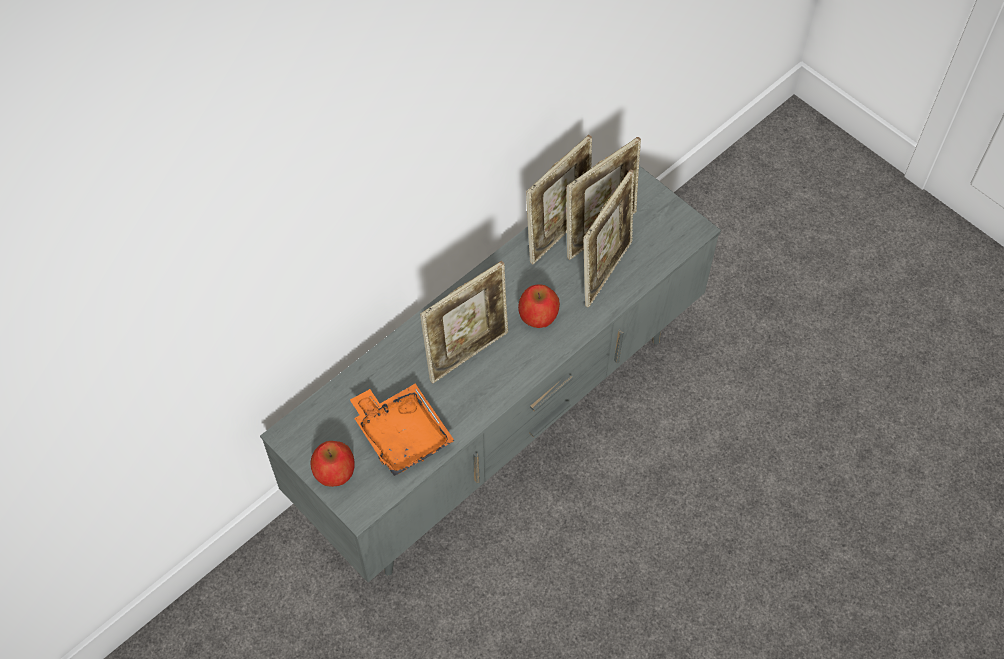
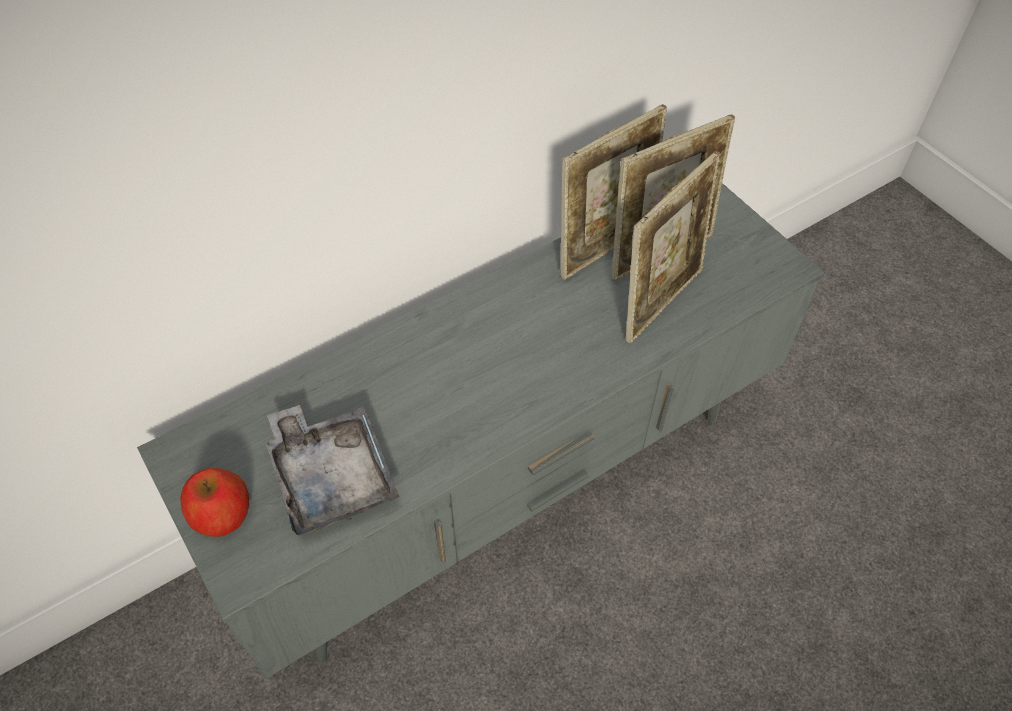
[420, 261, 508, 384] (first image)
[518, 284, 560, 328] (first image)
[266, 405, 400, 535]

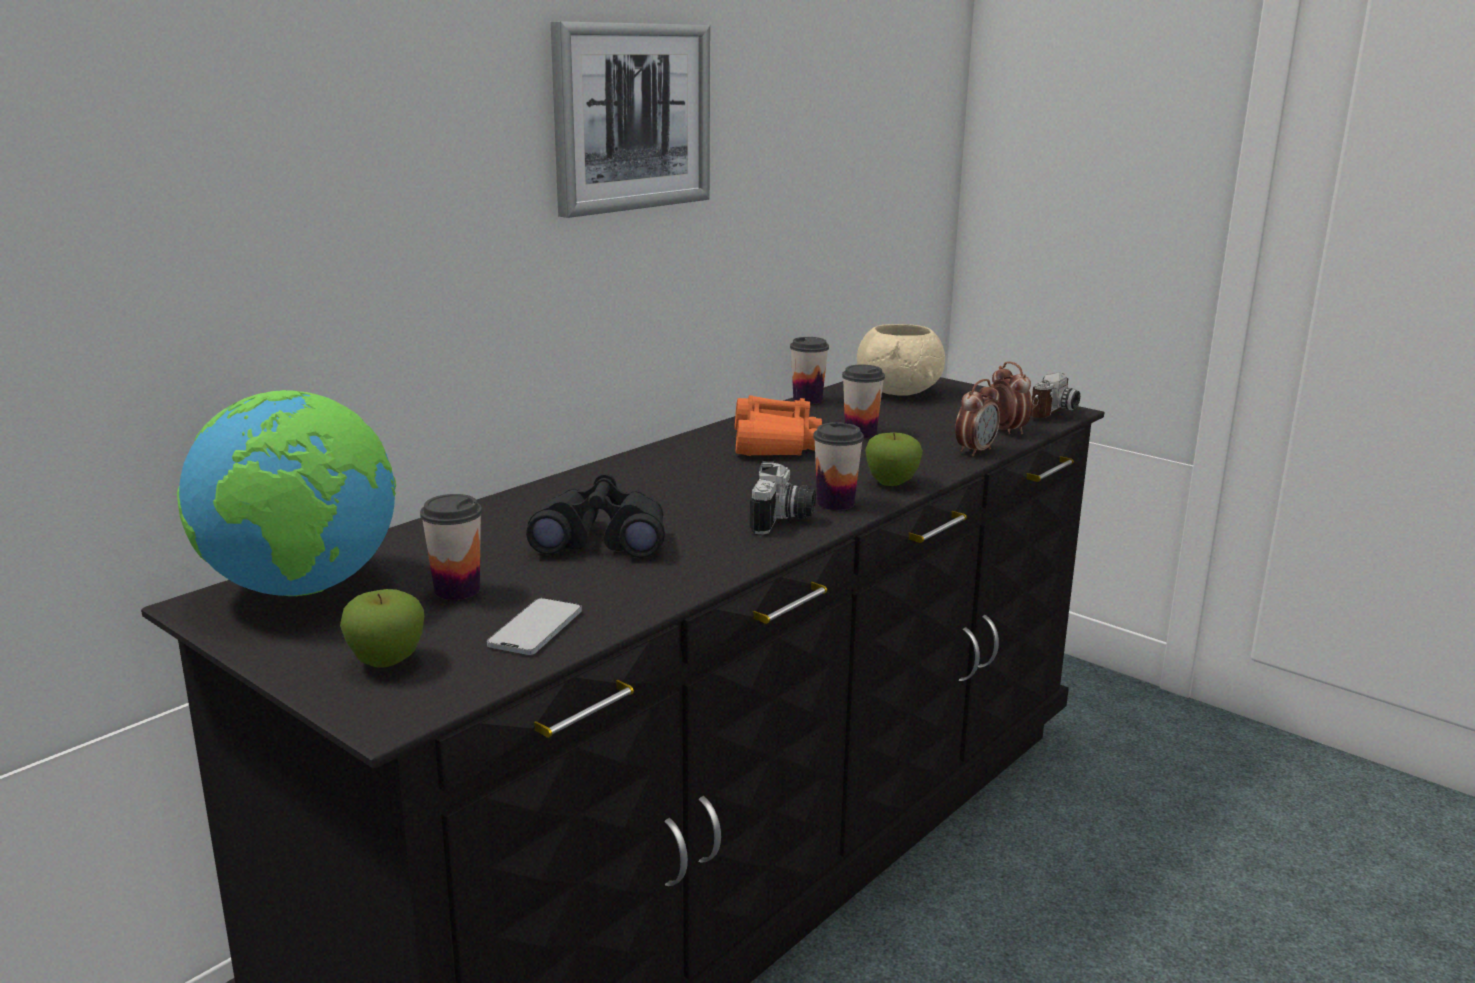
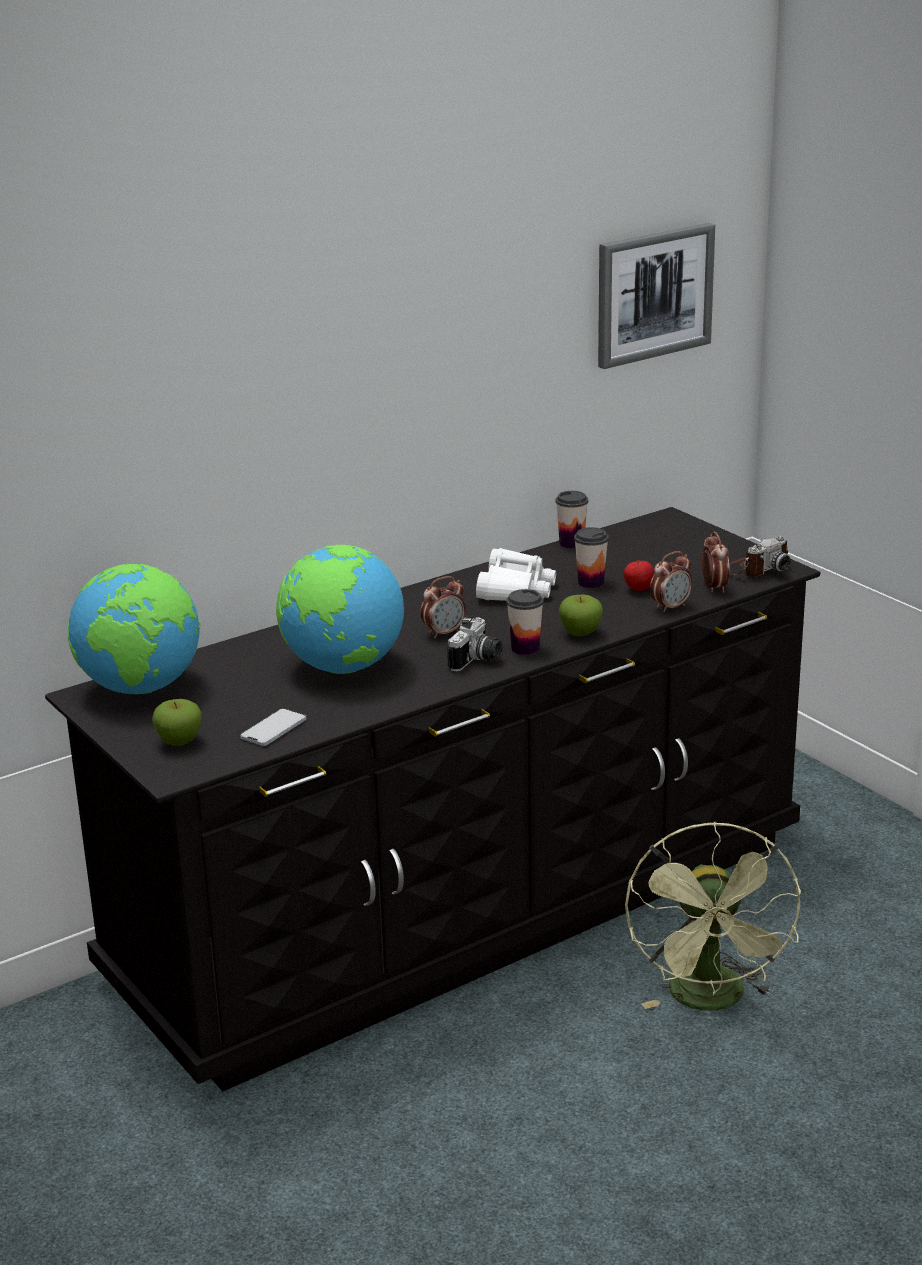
[598, 223, 715, 369]
[857, 324, 945, 396] (first image)
[476, 548, 556, 601]
[276, 545, 404, 674]
[420, 494, 482, 600] (first image)
[624, 560, 654, 591]
[420, 576, 466, 639]
[625, 822, 801, 1011]

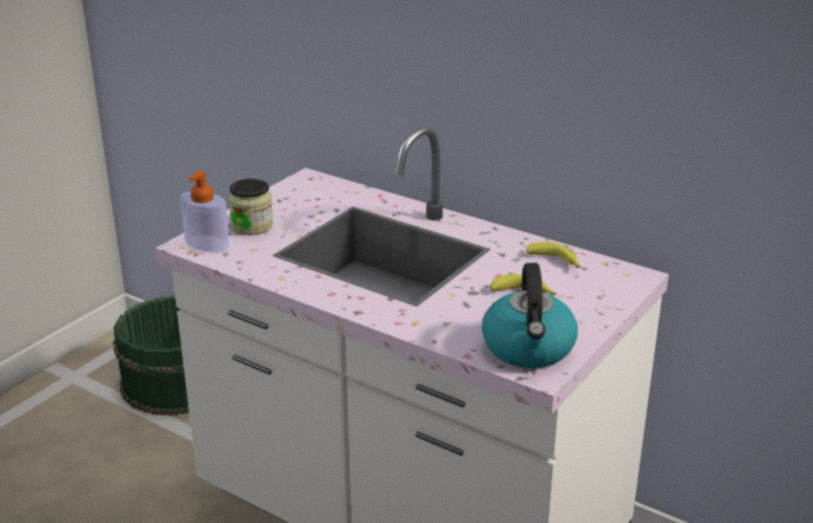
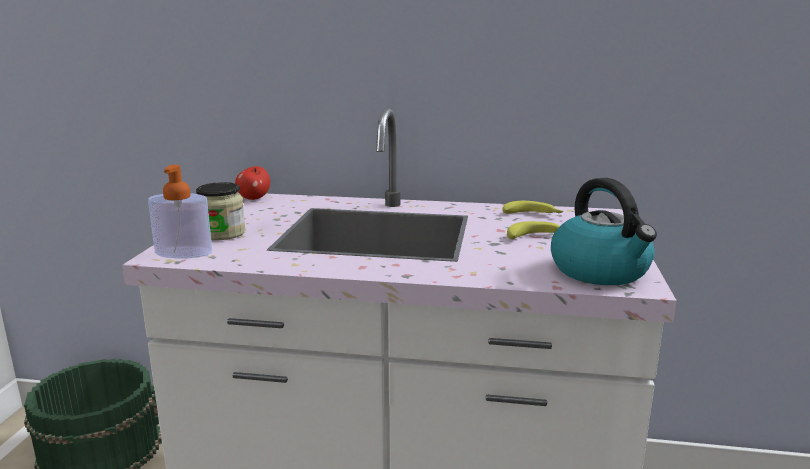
[235, 166, 270, 200]

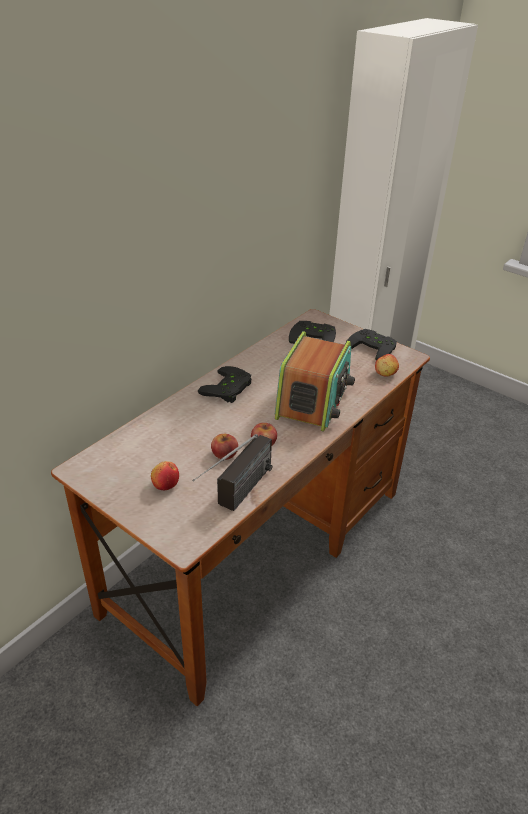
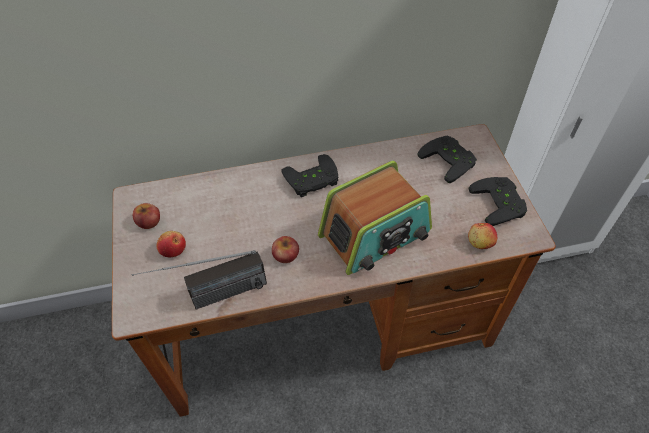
[133, 203, 160, 229]

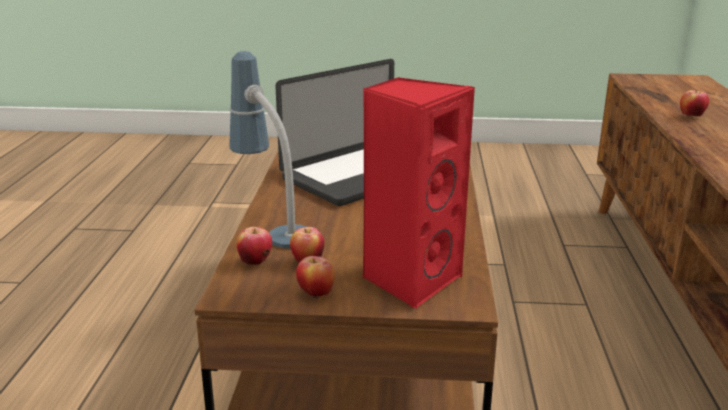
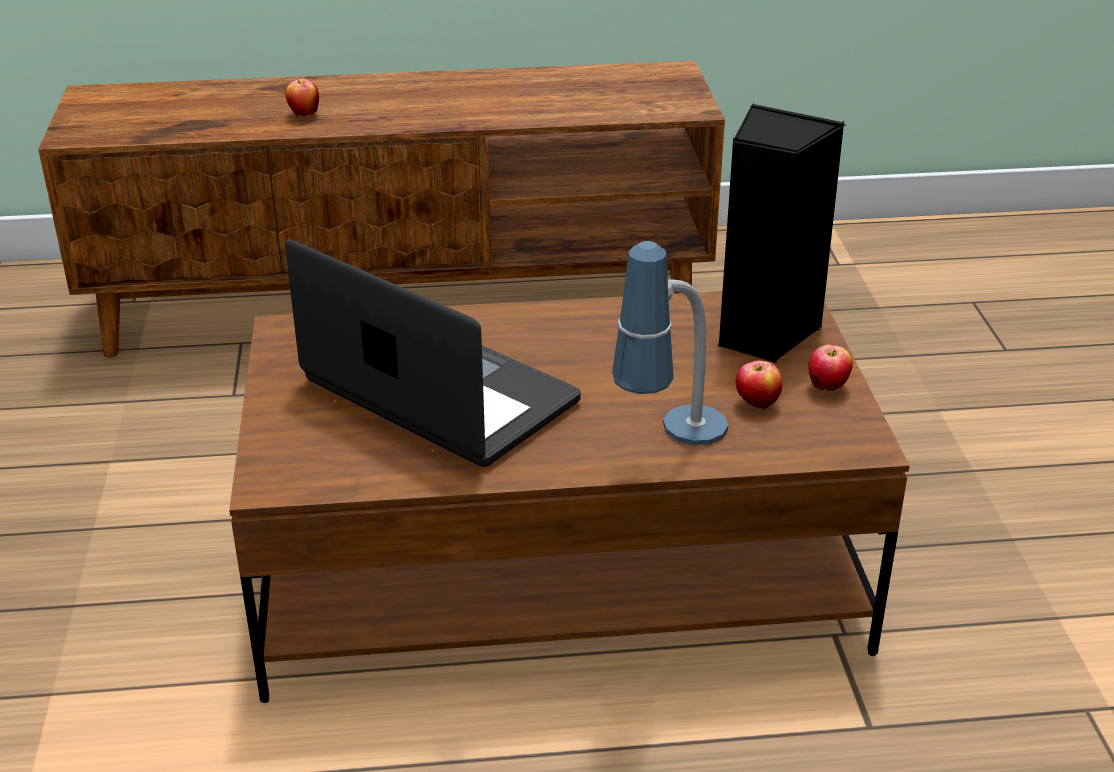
[718, 104, 846, 363]
[237, 227, 272, 265] (first image)

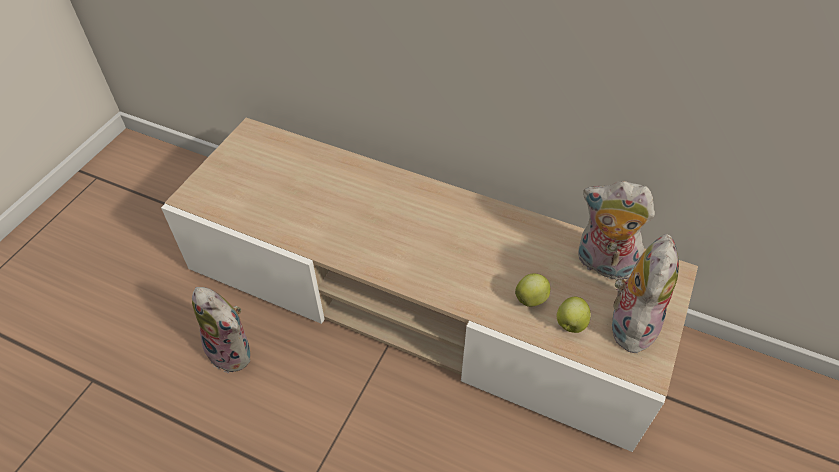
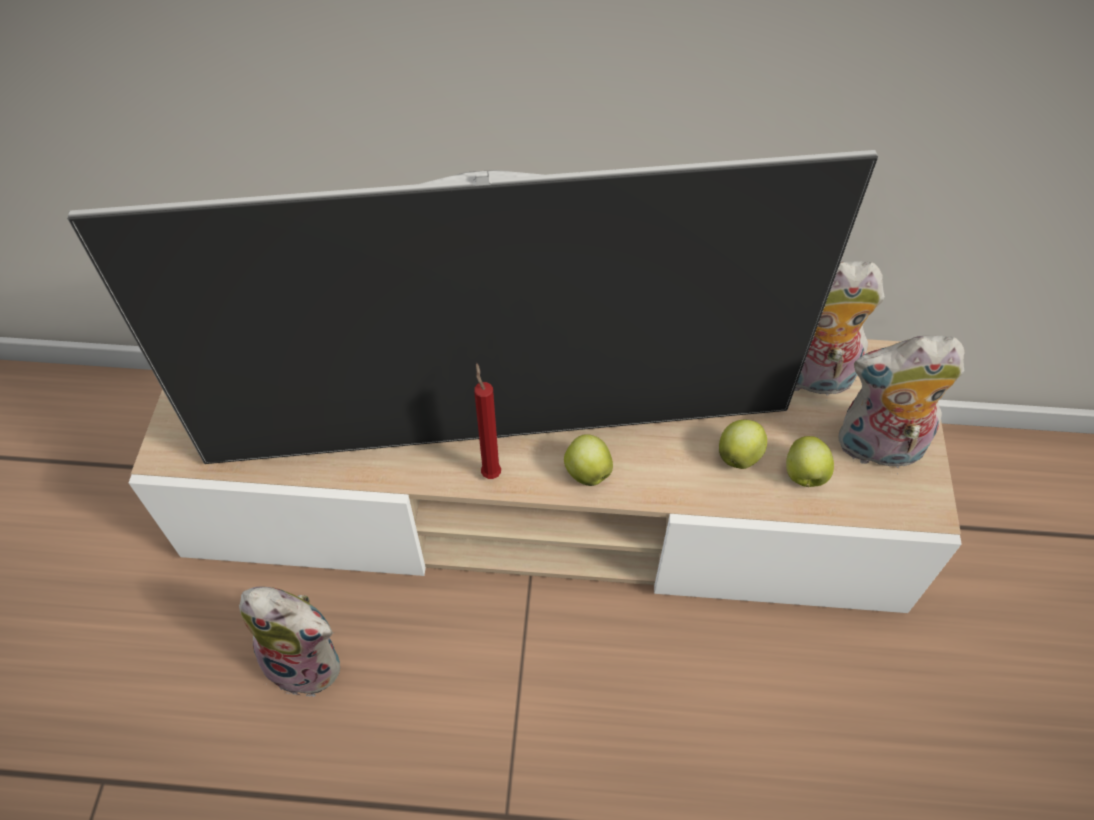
[839, 335, 965, 474]
[67, 150, 878, 464]
[474, 363, 501, 479]
[564, 434, 613, 486]

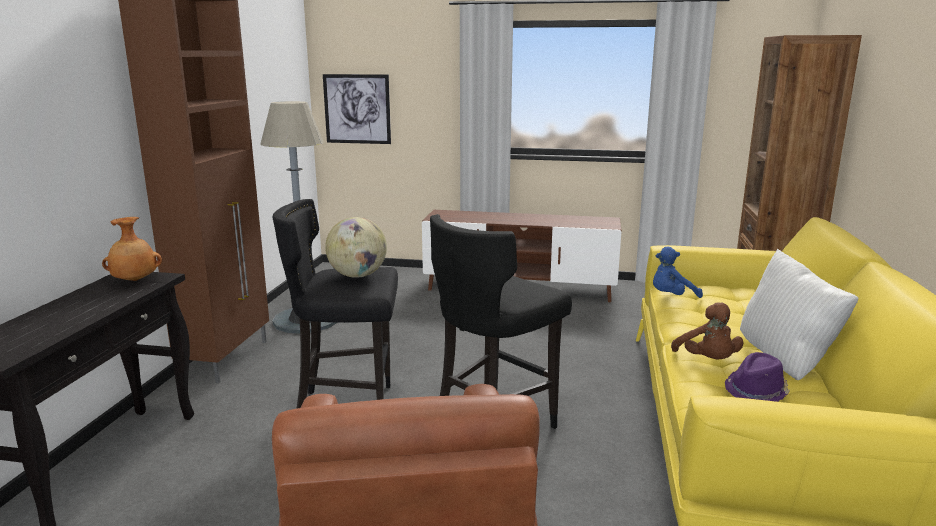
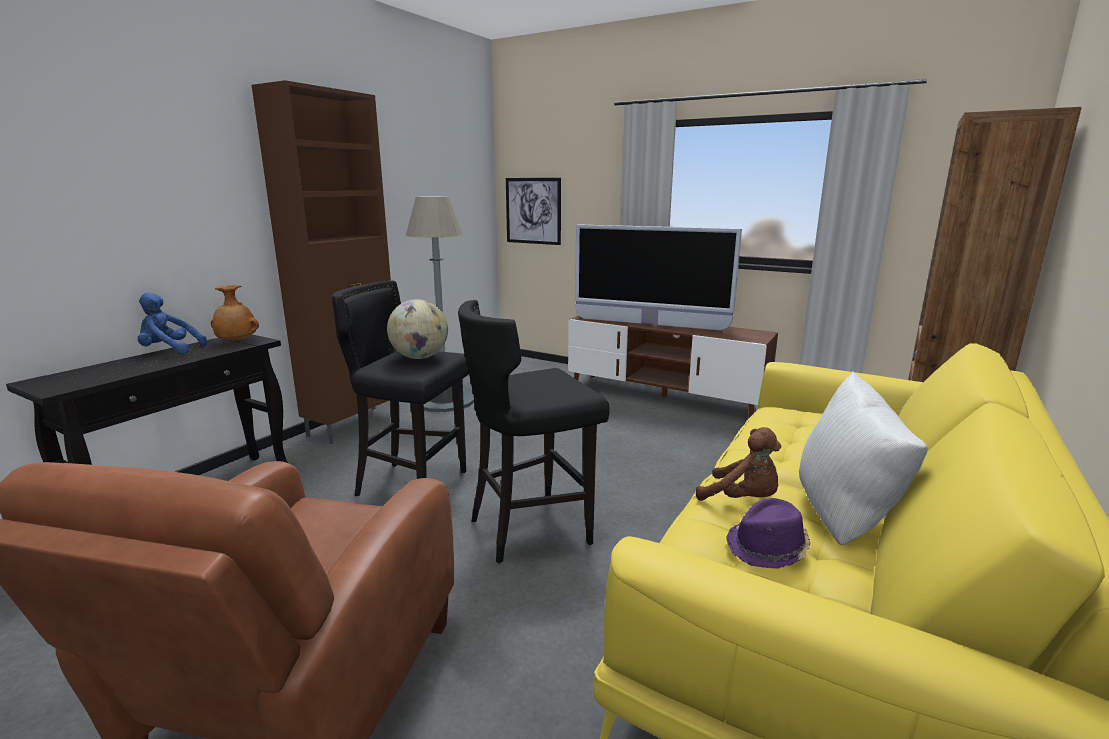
[138, 293, 207, 354]
[696, 427, 781, 501]
[575, 224, 742, 331]

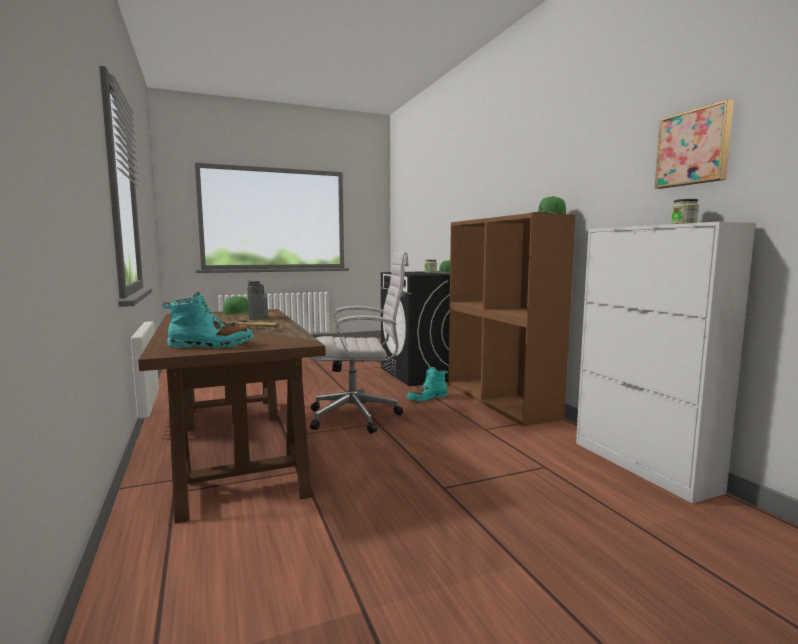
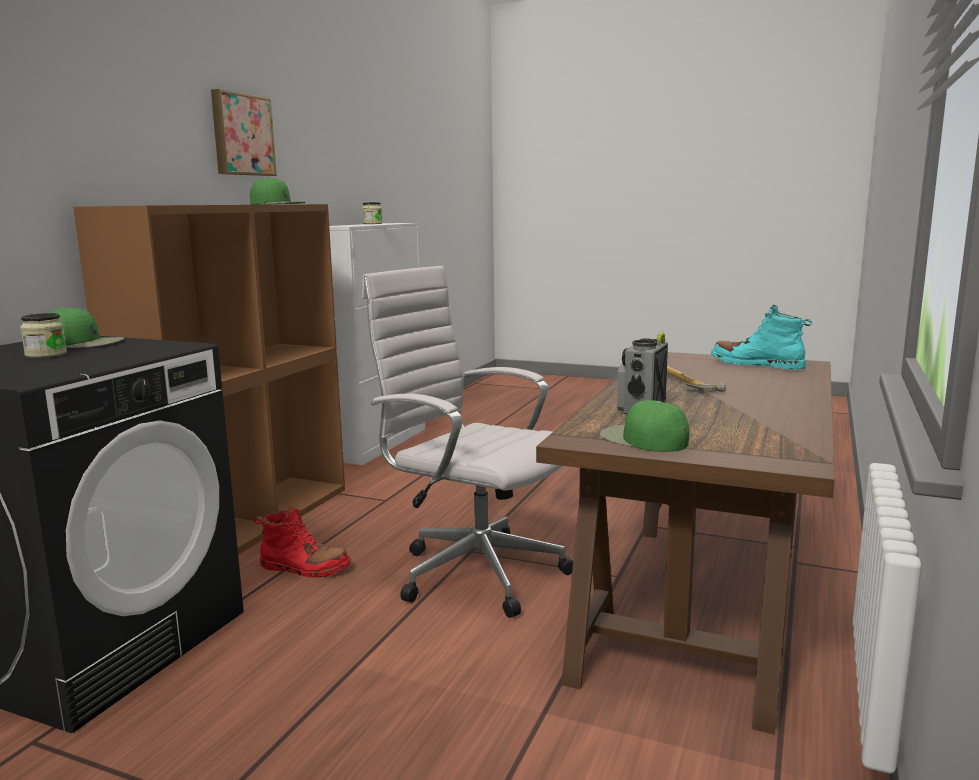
[211, 89, 277, 176]
[254, 506, 351, 578]

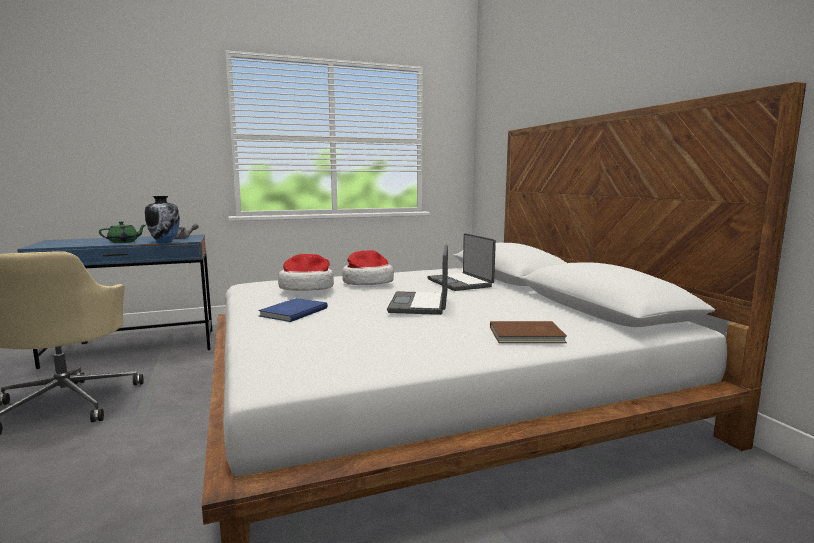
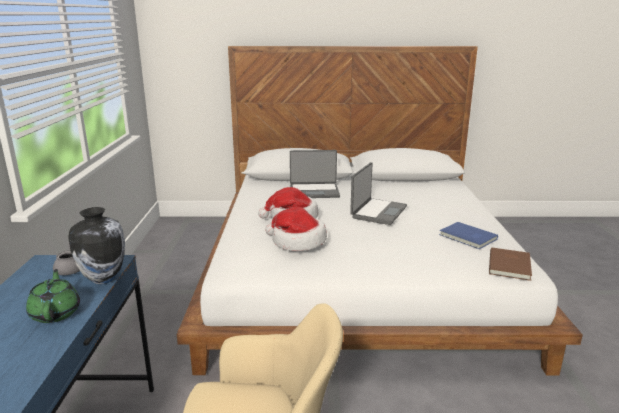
[350, 162, 407, 225]
[439, 222, 498, 249]
[489, 247, 532, 281]

